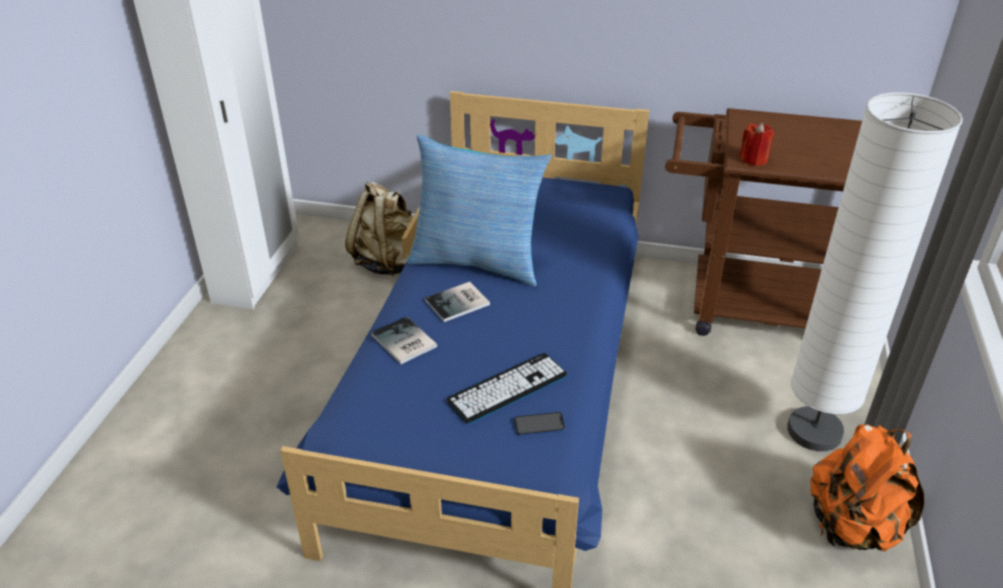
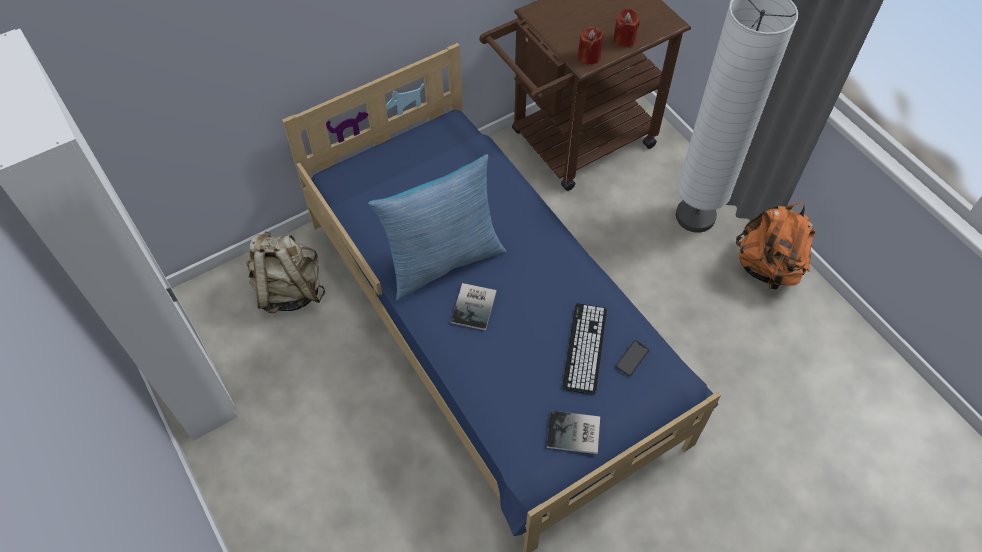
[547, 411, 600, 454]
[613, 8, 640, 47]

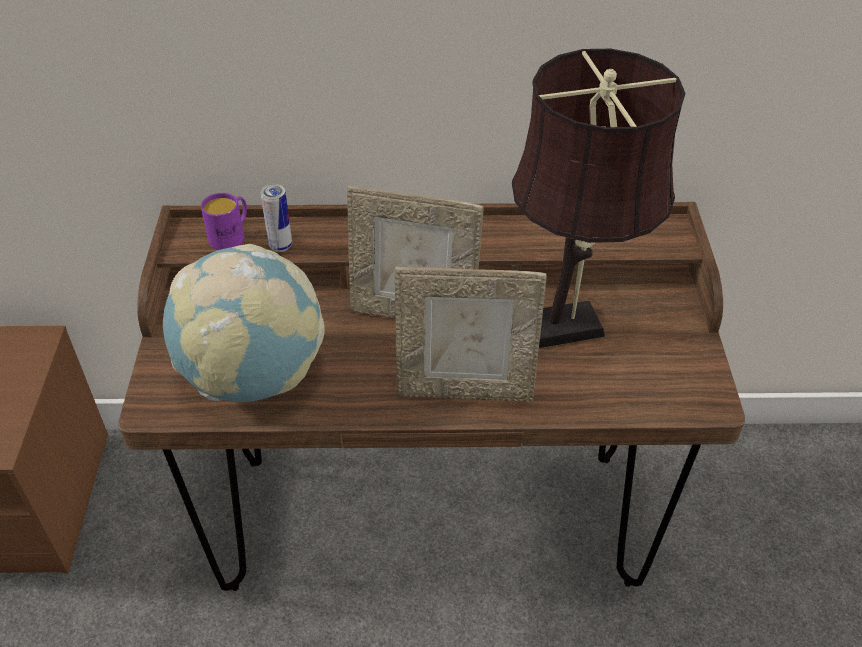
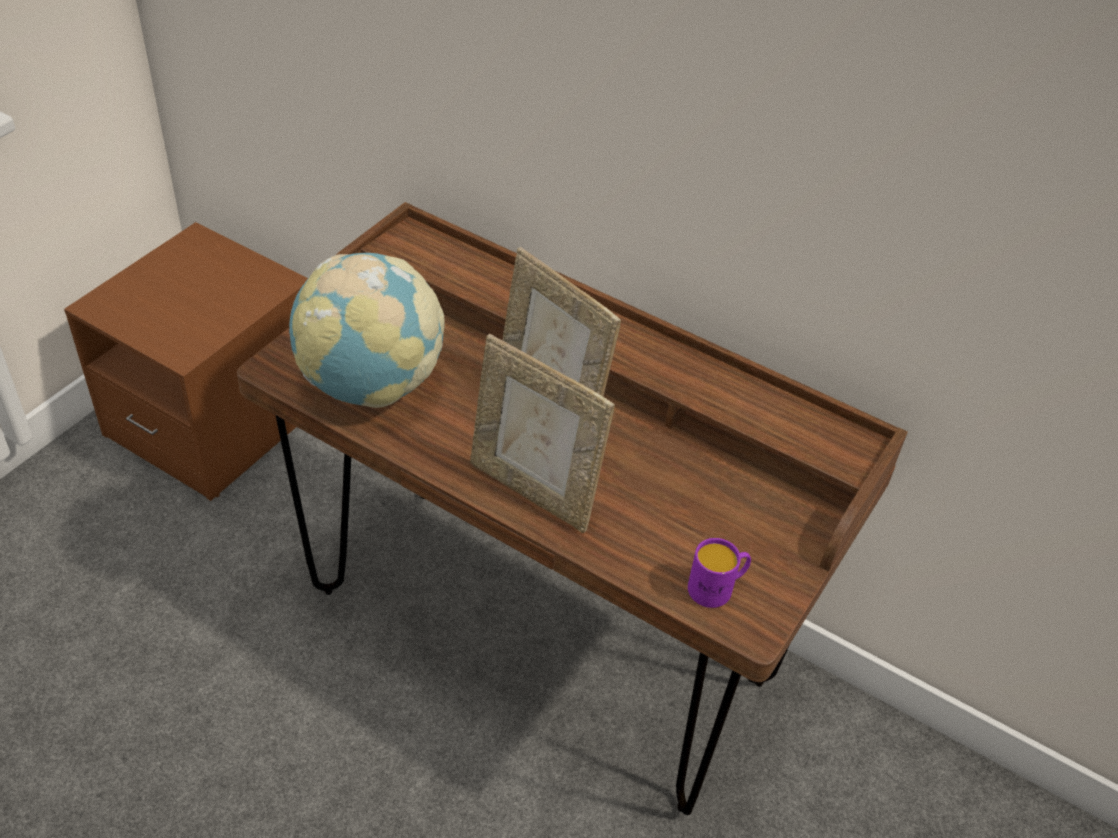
[512, 49, 685, 348] (first image)
[260, 184, 292, 252] (first image)
[688, 538, 751, 608]

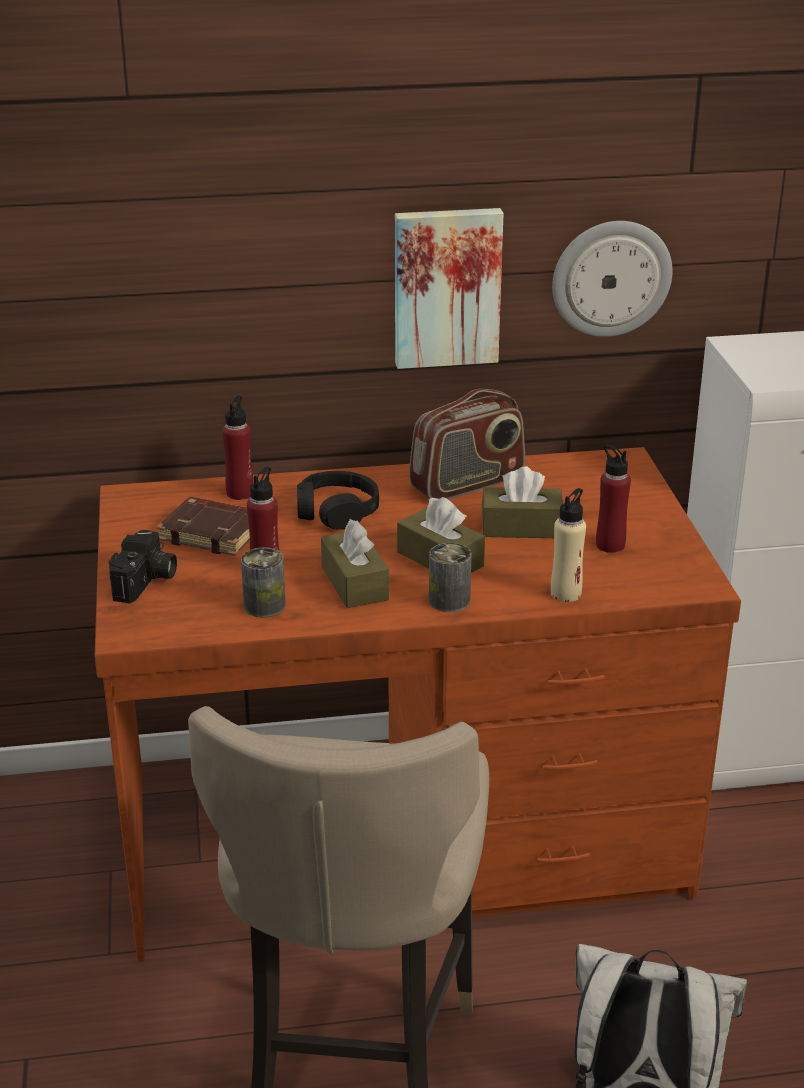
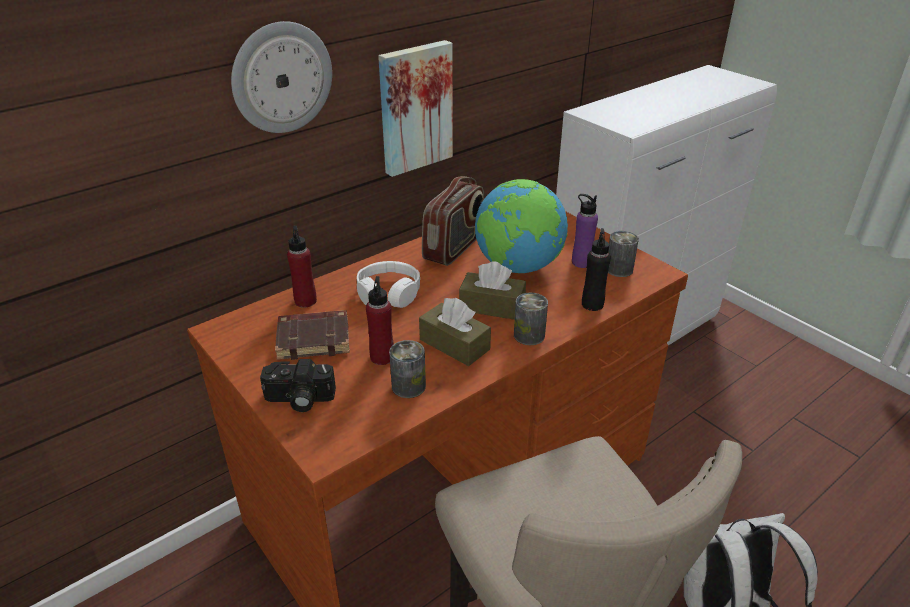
[231, 21, 332, 133]
[572, 194, 598, 268]
[475, 179, 568, 273]
[357, 261, 420, 308]
[582, 229, 611, 311]
[260, 359, 336, 412]
[608, 231, 639, 277]

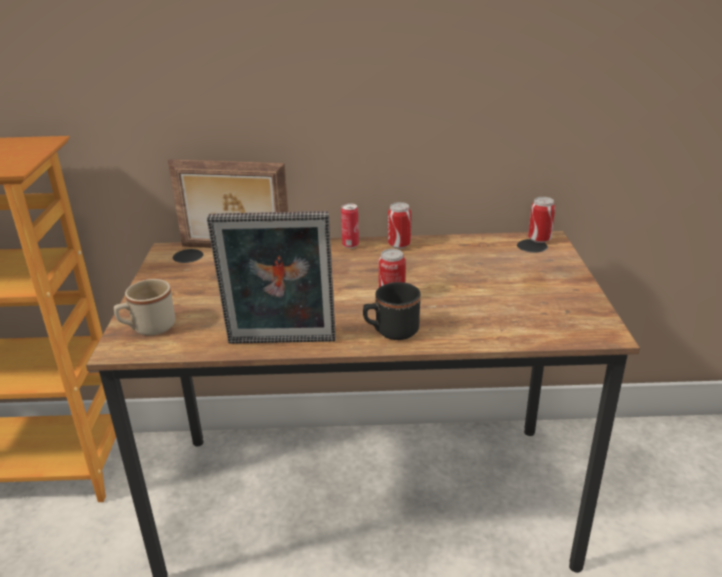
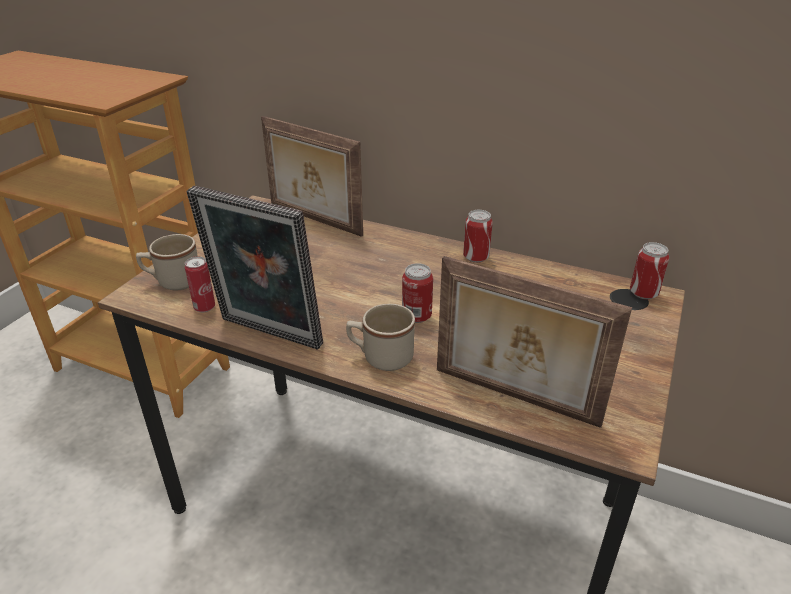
[185, 256, 215, 313]
[346, 304, 415, 371]
[437, 256, 632, 428]

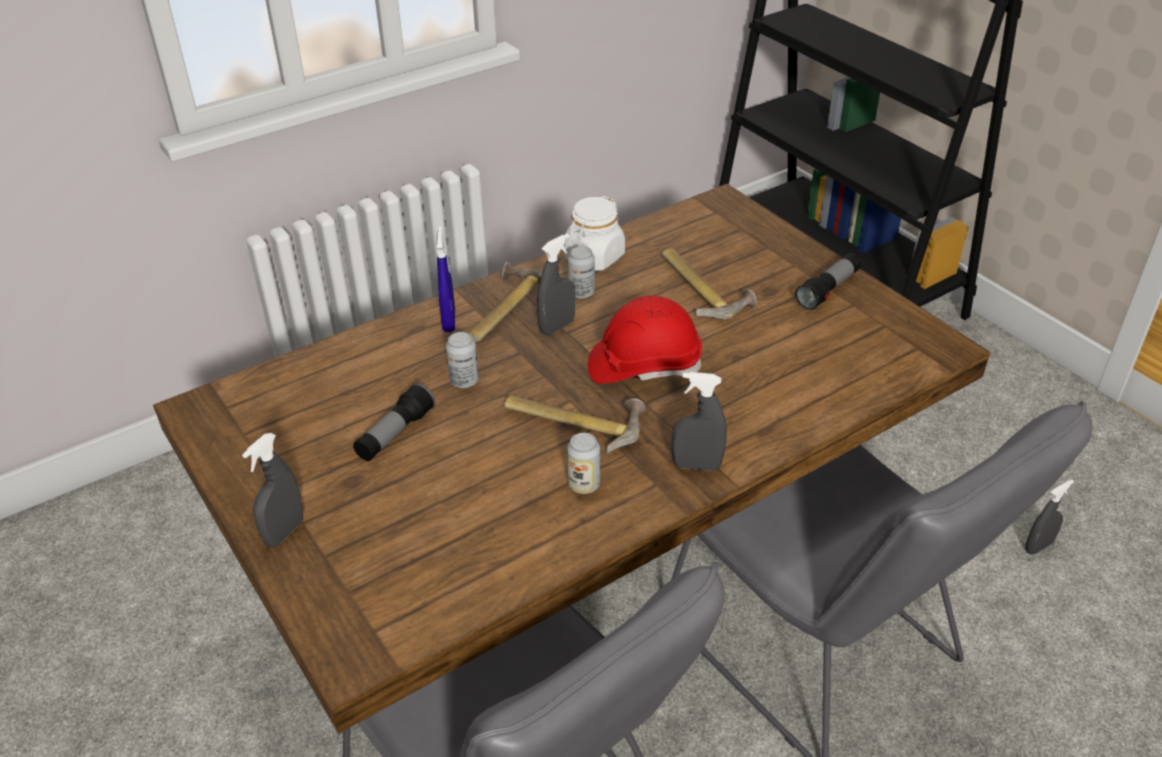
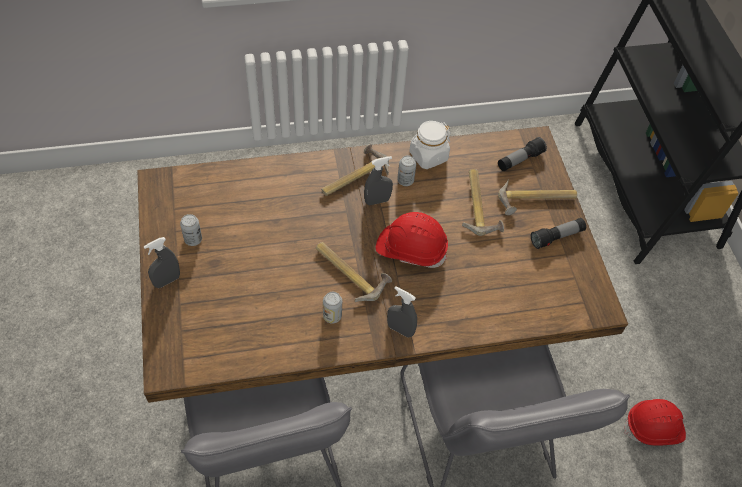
[436, 226, 455, 332] (first image)
[180, 214, 202, 246]
[498, 137, 547, 171]
[624, 399, 686, 446]
[498, 180, 577, 215]

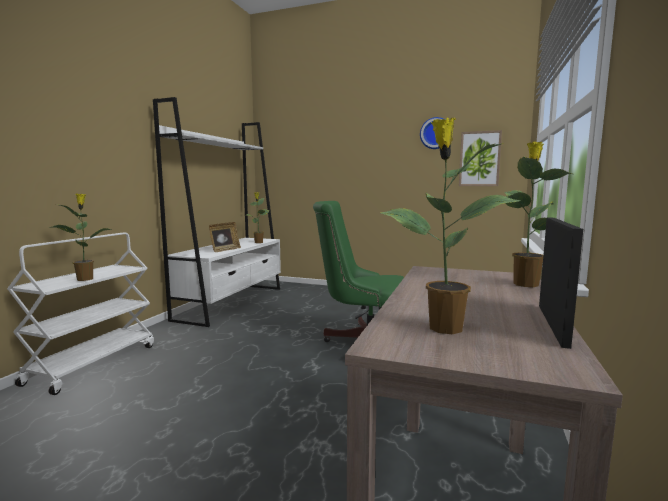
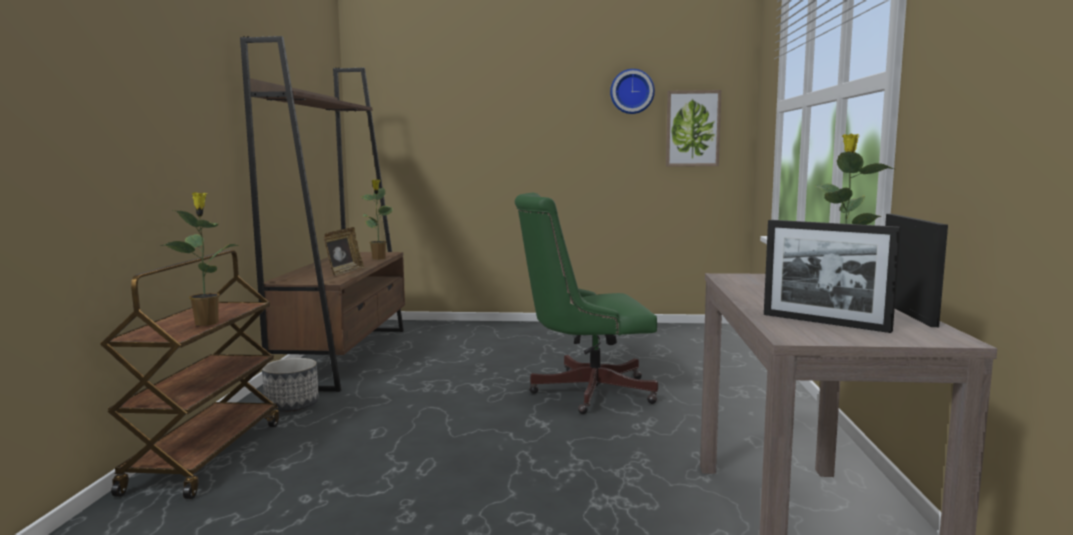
[240, 36, 405, 392]
[764, 220, 901, 333]
[100, 250, 279, 499]
[262, 358, 319, 412]

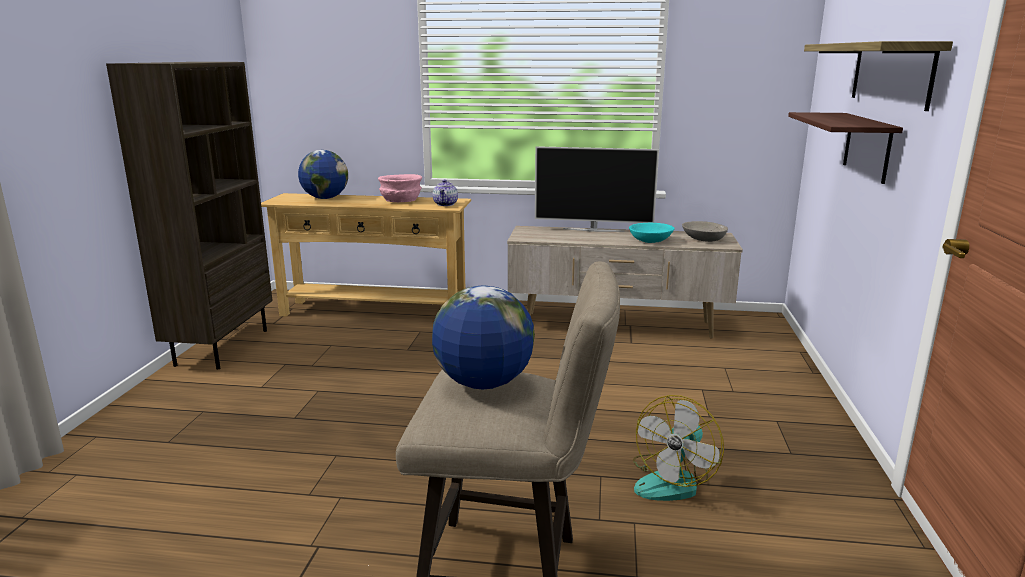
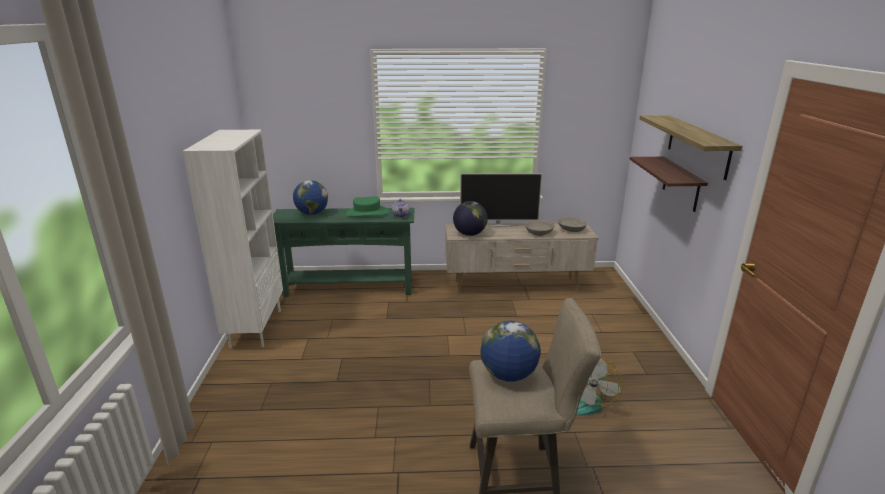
[183, 130, 283, 348]
[346, 196, 389, 217]
[273, 208, 414, 297]
[525, 220, 555, 236]
[453, 201, 488, 236]

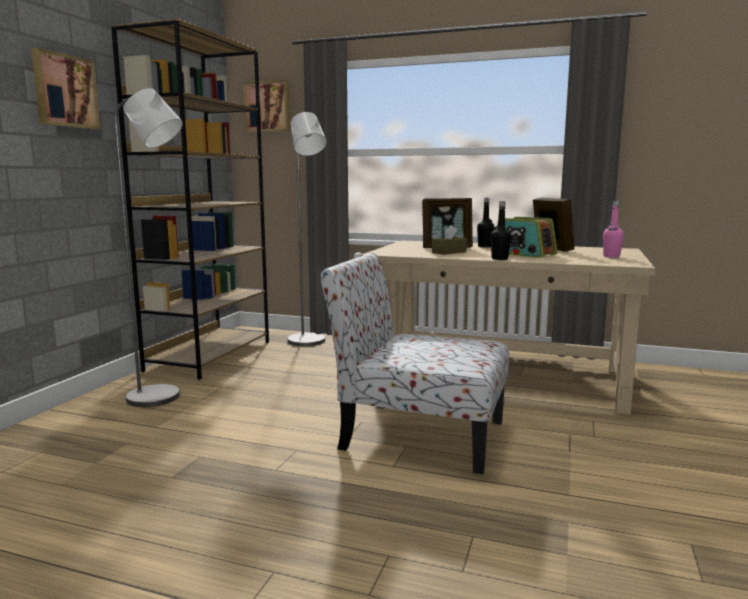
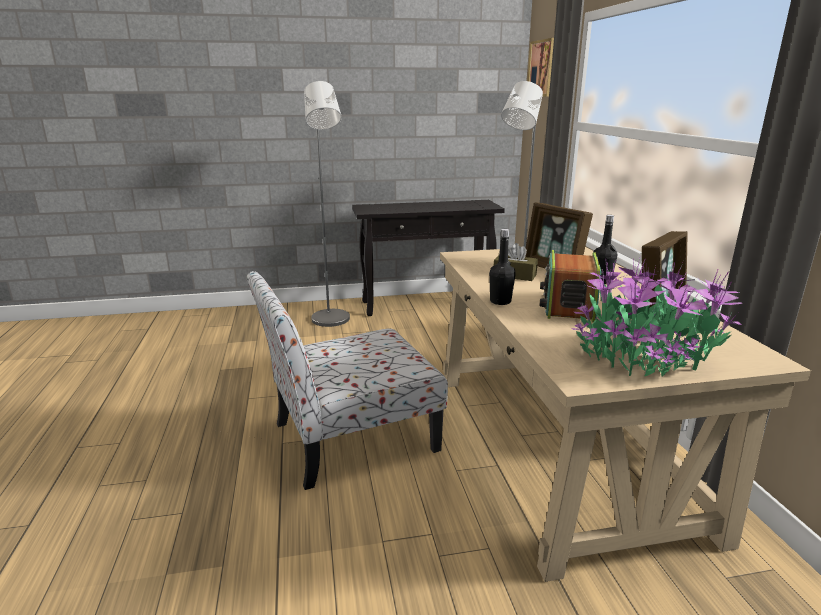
[352, 200, 505, 316]
[31, 48, 100, 129] (first image)
[572, 258, 742, 379]
[247, 271, 448, 490]

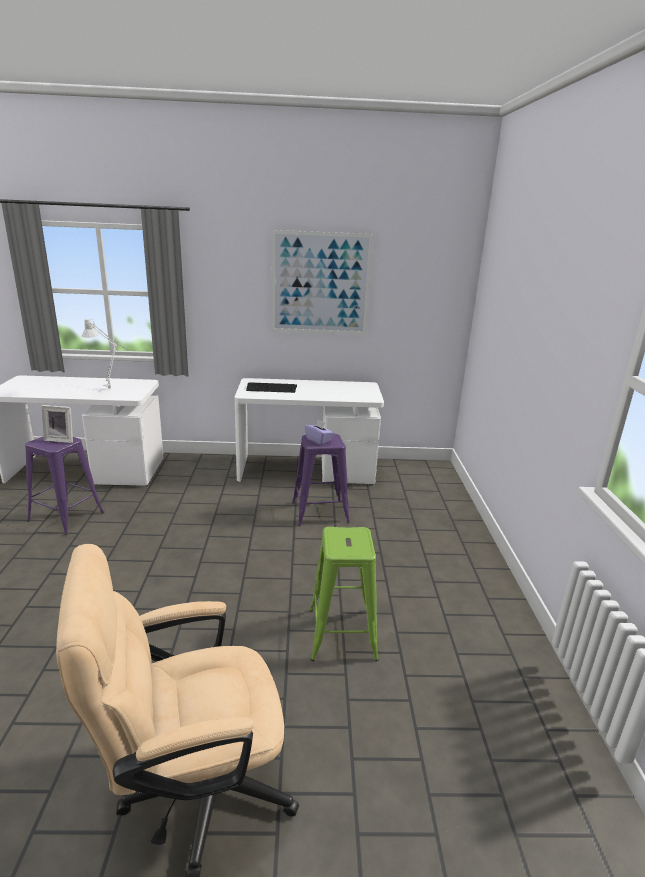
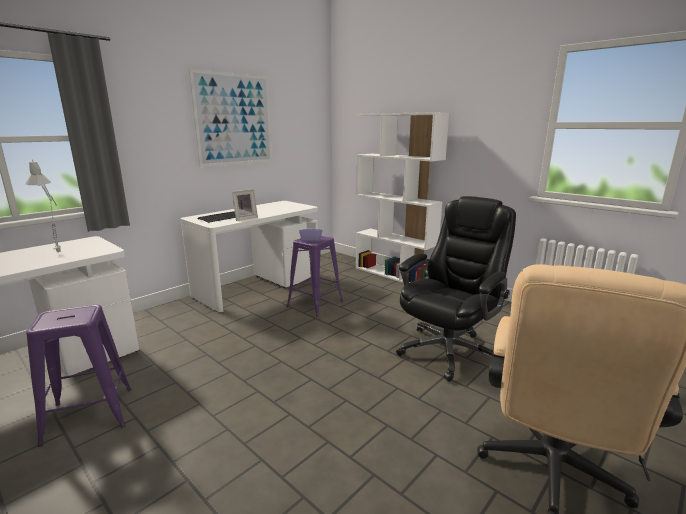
[232, 189, 258, 221]
[396, 196, 516, 382]
[356, 112, 449, 283]

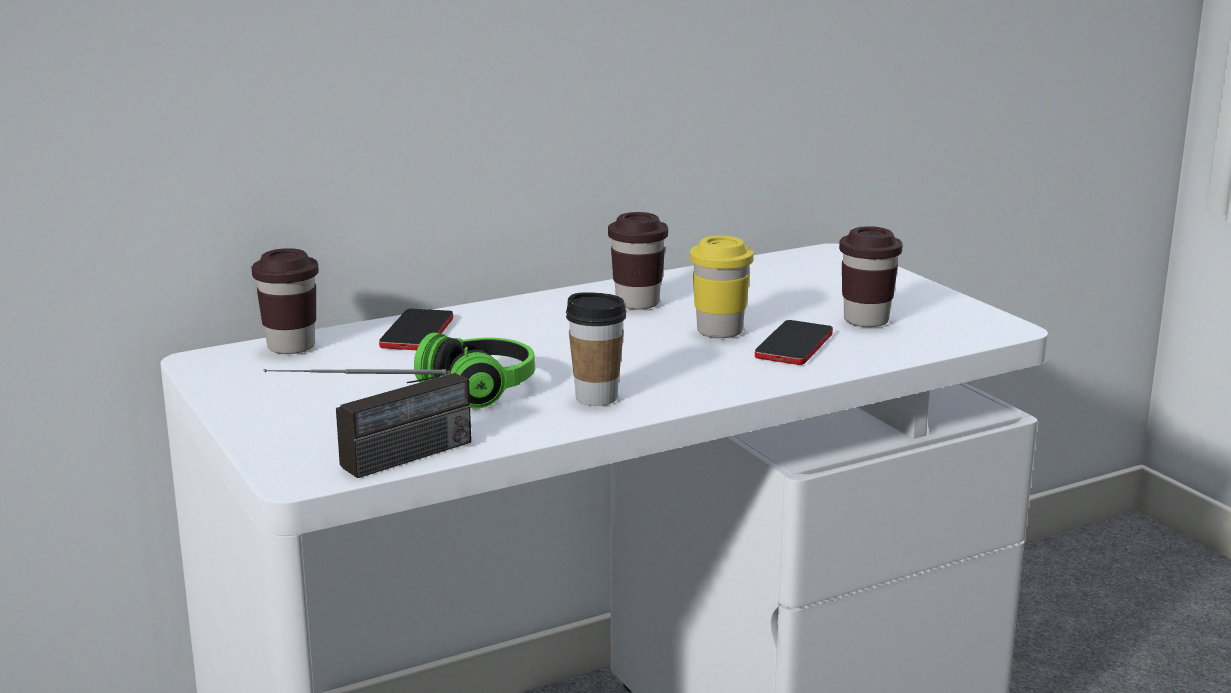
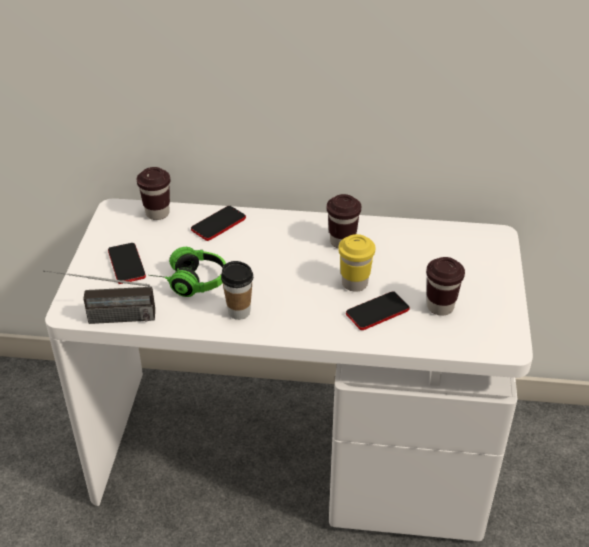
[108, 243, 146, 284]

